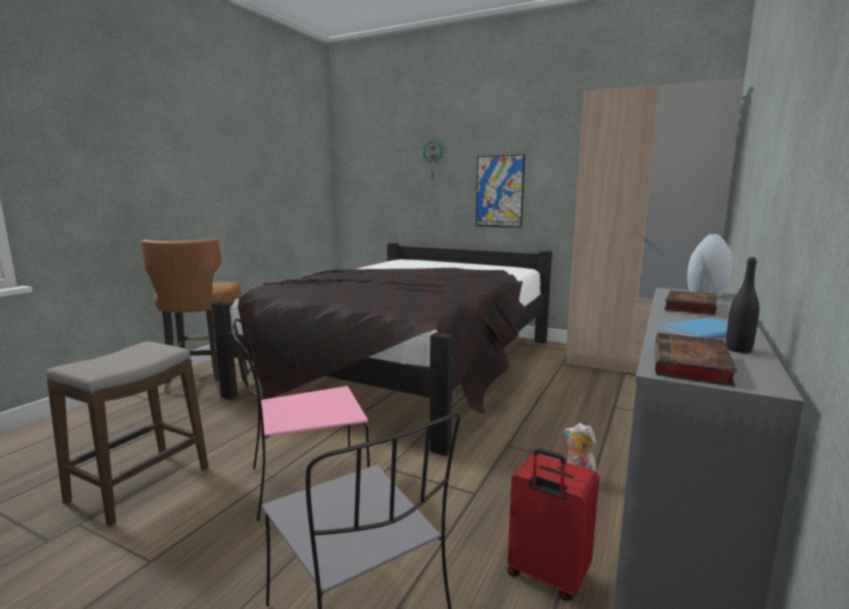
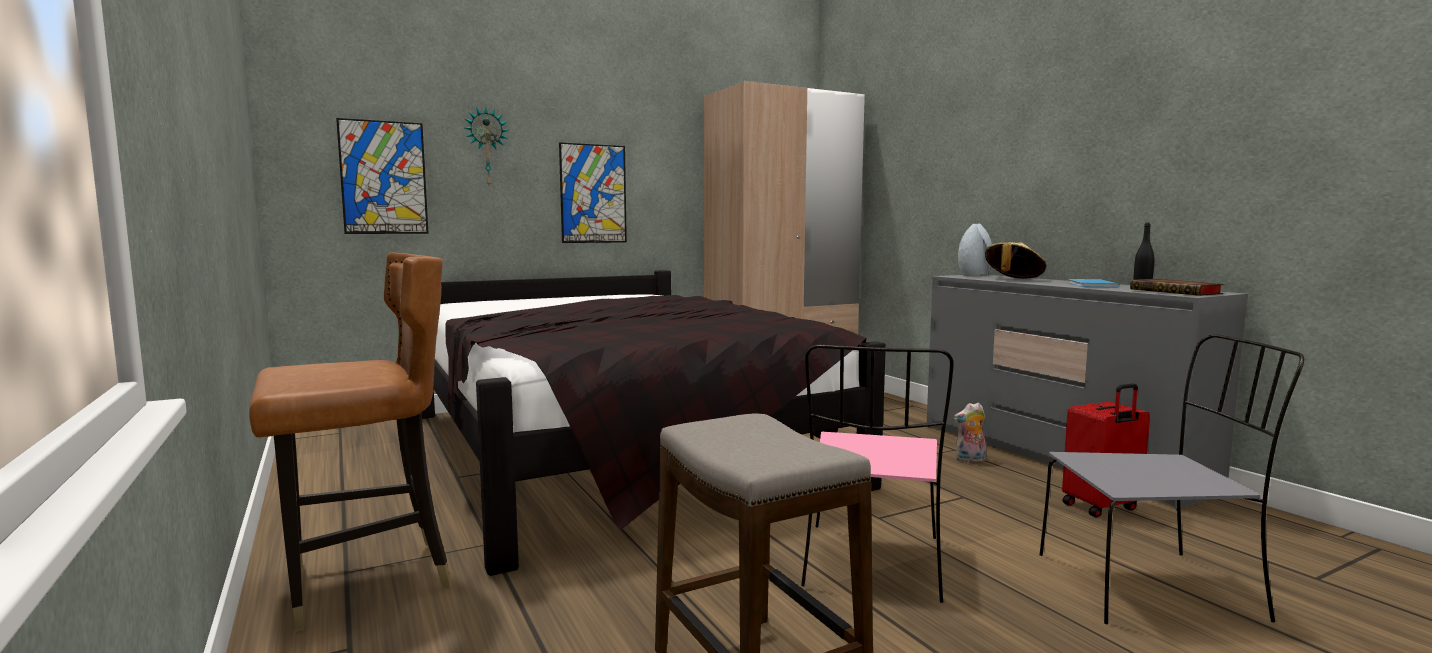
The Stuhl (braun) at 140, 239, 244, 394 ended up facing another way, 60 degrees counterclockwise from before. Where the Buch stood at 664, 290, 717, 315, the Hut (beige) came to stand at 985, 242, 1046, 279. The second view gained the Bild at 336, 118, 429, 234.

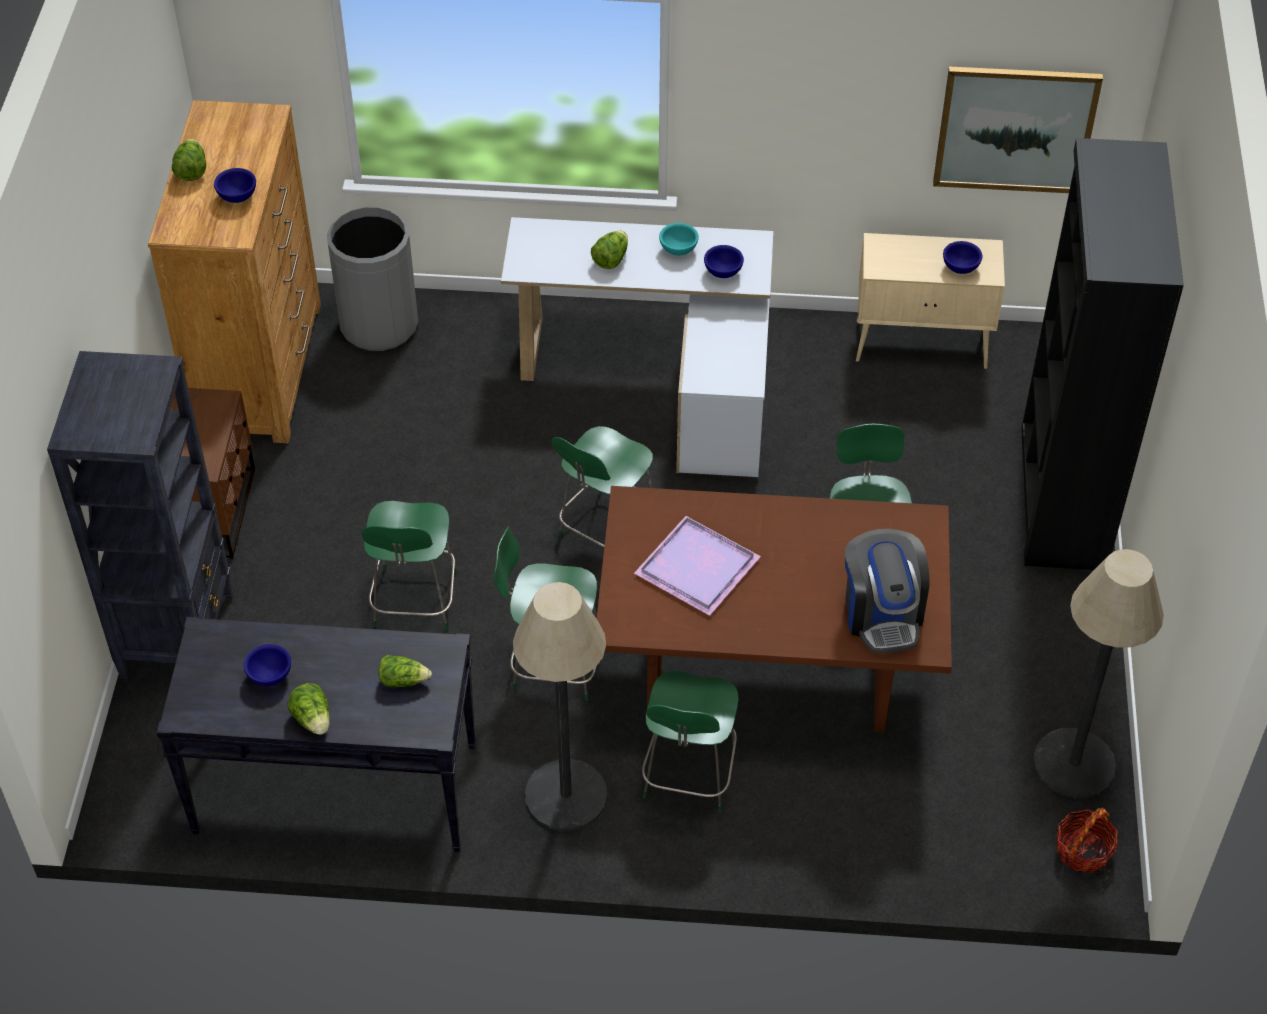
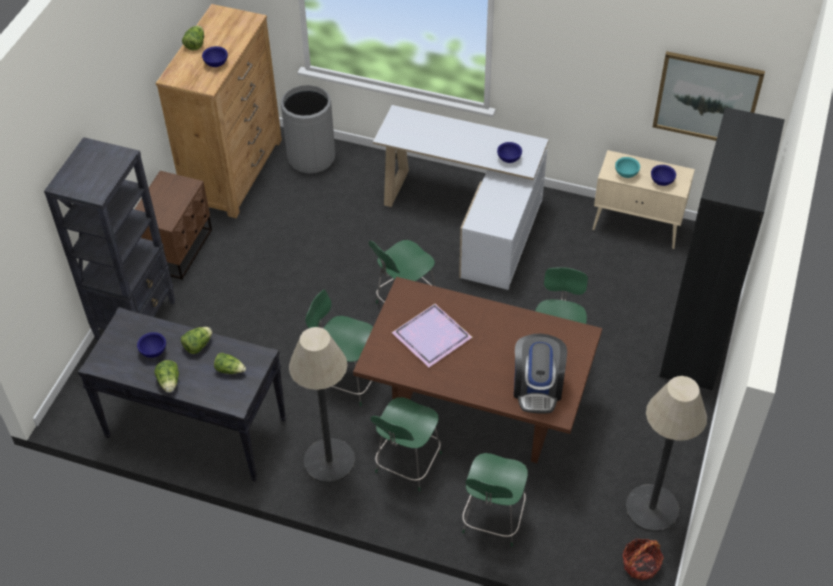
The Stuhl (grün) ended up elsewhere, having gone from 362, 501, 457, 630 to 462, 453, 528, 547. The Salatkopf ended up elsewhere, having gone from 591, 231, 628, 269 to 181, 327, 212, 354. The Schüssel (türkis) ended up elsewhere, having gone from 659, 223, 699, 256 to 615, 157, 640, 178.

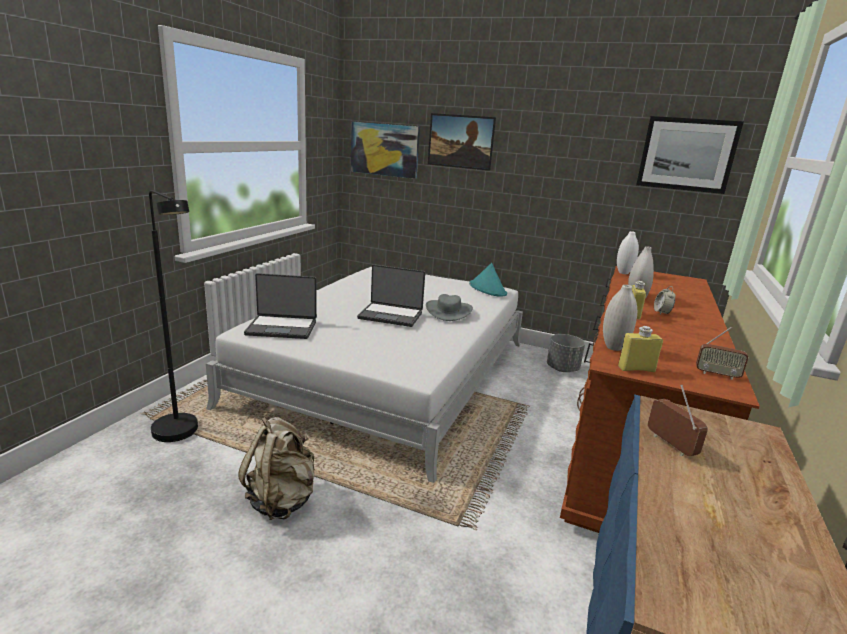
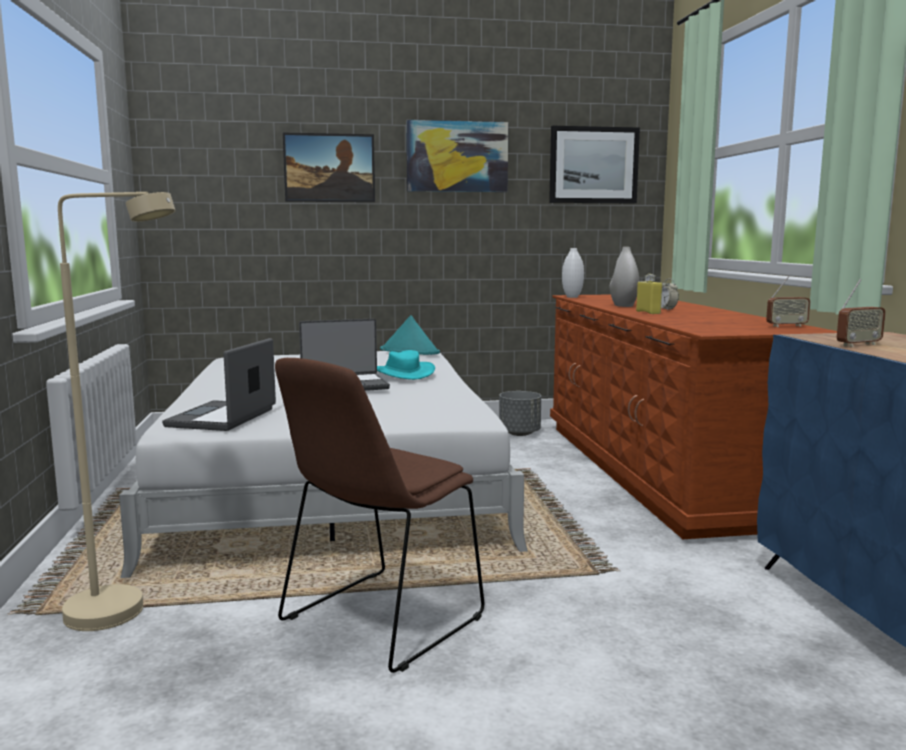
What was the Stehlampe (schwarz) at 149, 190, 198, 442 turned into the Stehlampe (beige) at 58, 192, 176, 631. Where the Rucksack (beige) stood at 238, 417, 315, 520, the Stuhl (braun) came to stand at 275, 358, 484, 673. The Laptop at 244, 273, 317, 339 ended up facing another way, 135 degrees clockwise from before. The Bild ended up elsewhere, having gone from 351, 121, 420, 179 to 406, 120, 508, 192. What was the Hut (grau) at 426, 294, 473, 321 turned into the Hut (türkis) at 377, 350, 435, 380. The second view lost the Vase (weiß) at 603, 285, 637, 351. The second view lost the Flasche (gelb) at 618, 326, 663, 372. The Radio at 648, 385, 708, 456 ended up facing another way, 120 degrees clockwise from before.

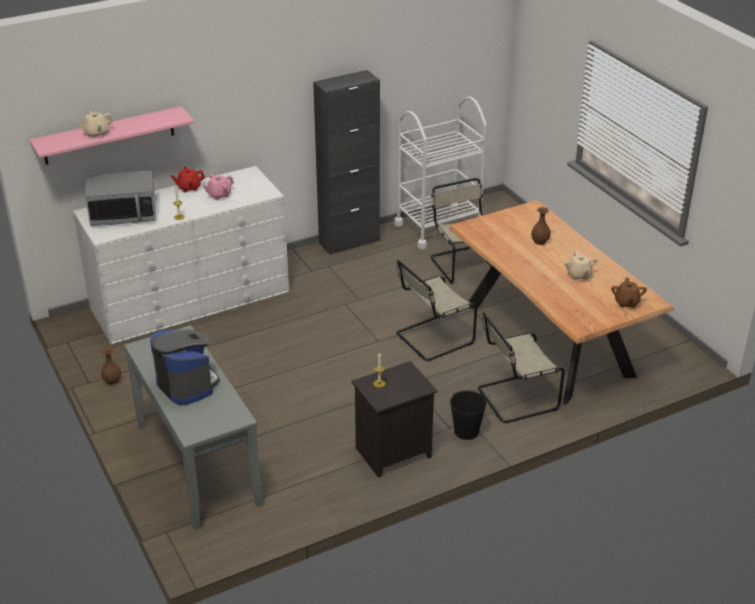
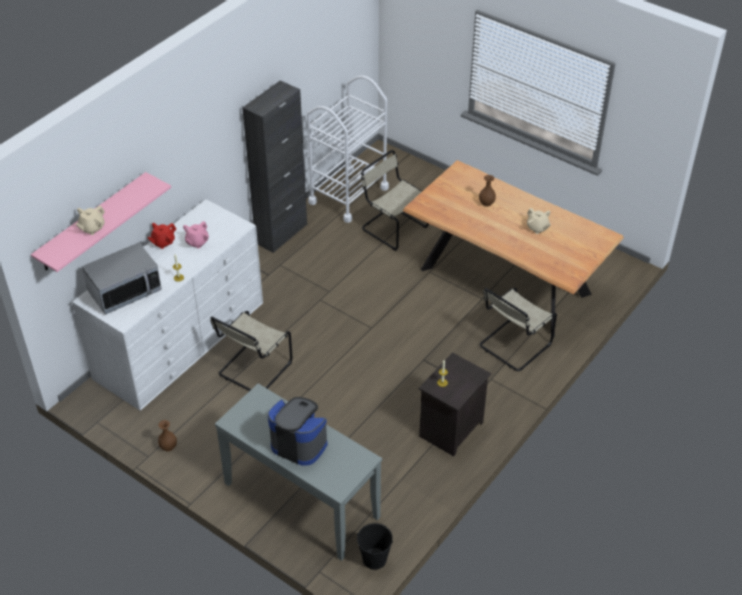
The Stuhl (beige) ended up elsewhere, having gone from 396, 260, 477, 361 to 210, 311, 292, 391. The Eimer (schwarz) ended up elsewhere, having gone from 450, 390, 487, 440 to 357, 523, 393, 570. The second view lost the Teekanne (braun) at 611, 278, 647, 308.

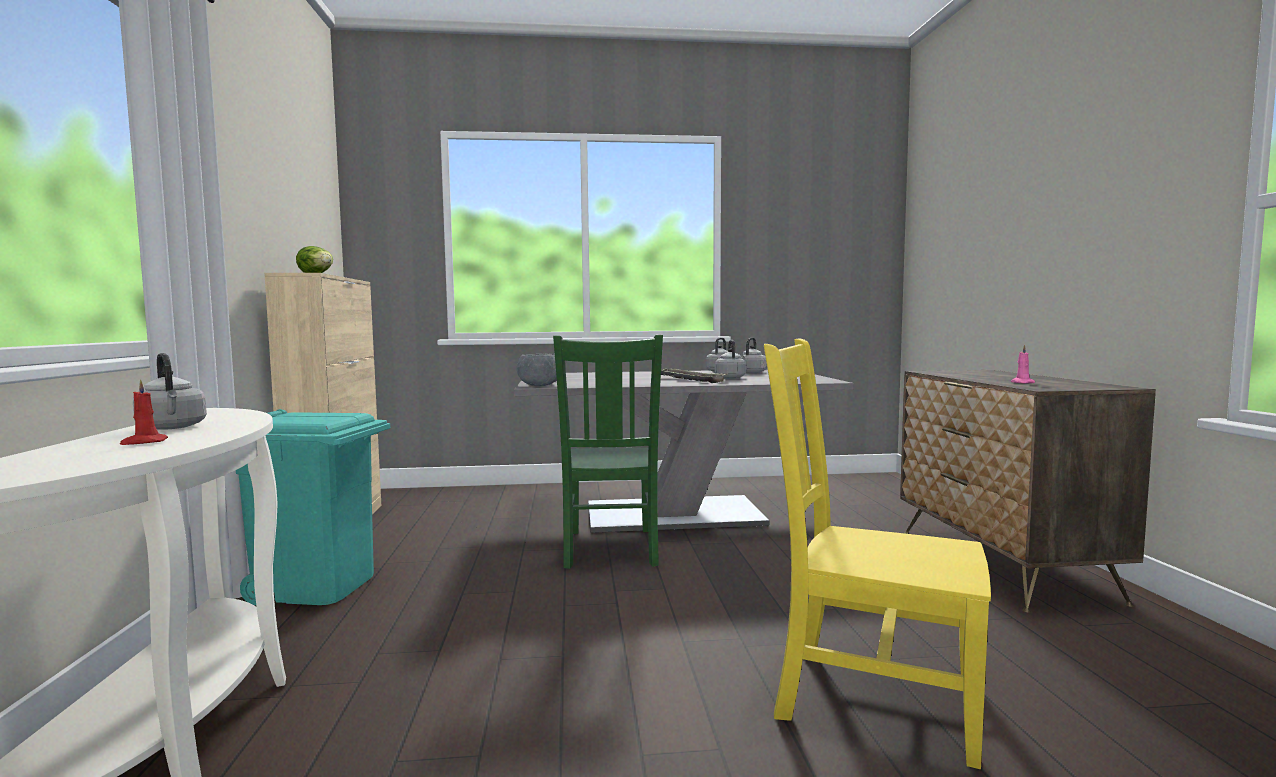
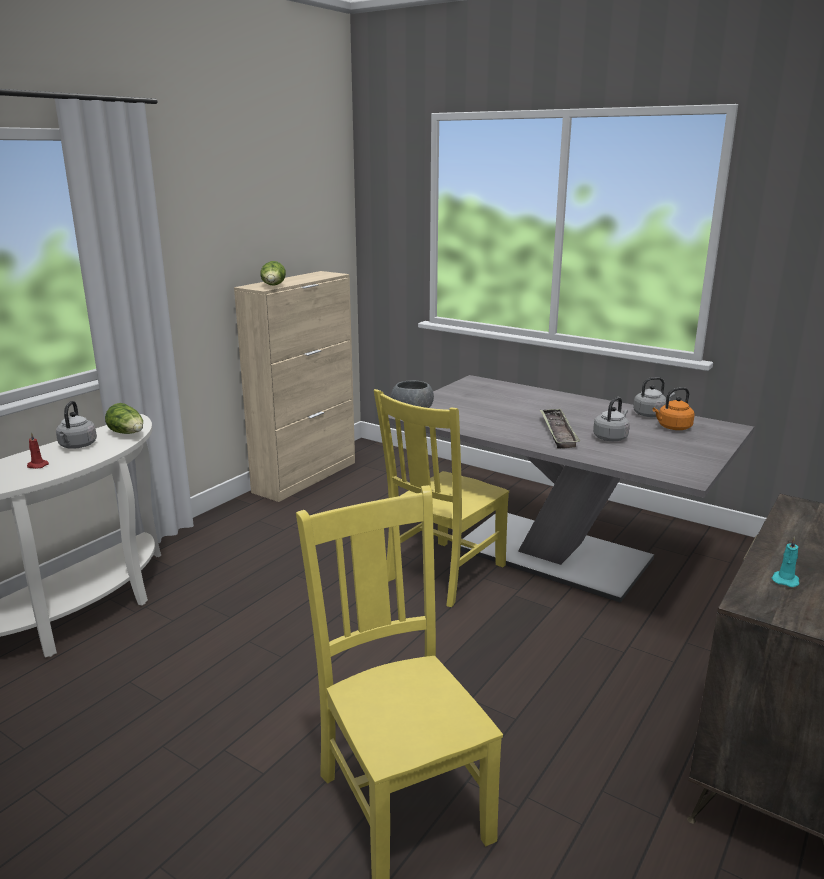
The second view lost the Mülleimer (türkis) at 236, 409, 390, 605. What was the Stuhl (grün) at 553, 335, 663, 569 turned into the Stuhl (gelb) at 374, 389, 509, 607. What was the Wasserkessel (grau) at 740, 338, 767, 373 turned into the Wasserkessel (orange) at 653, 387, 695, 430. What was the Kerze (rosa) at 1011, 344, 1035, 383 turned into the Kerze (türkis) at 772, 537, 799, 587. The second view gained the Salatkopf at 105, 403, 143, 434.

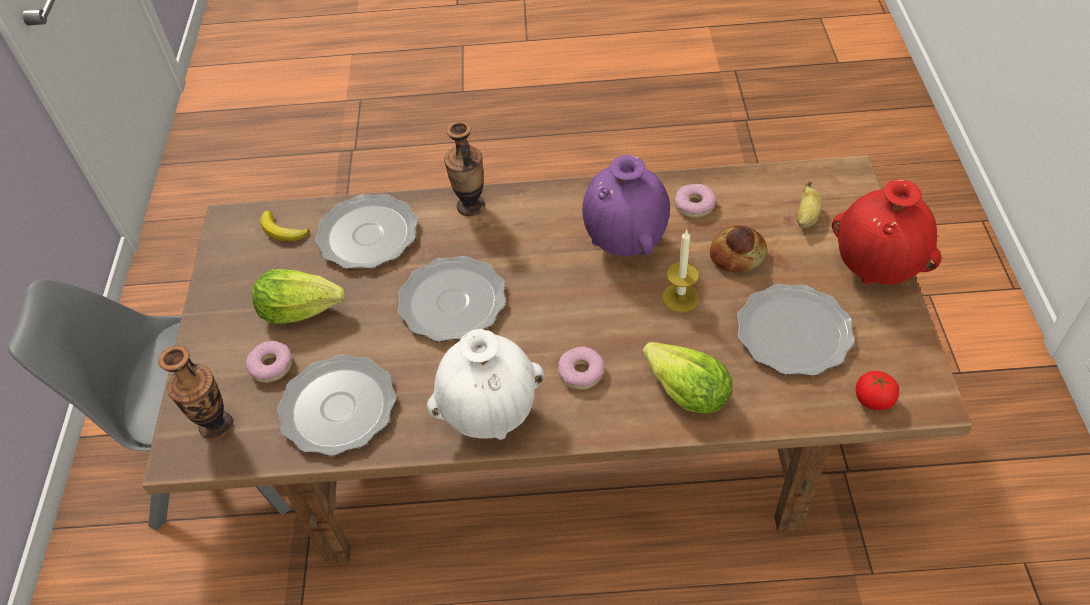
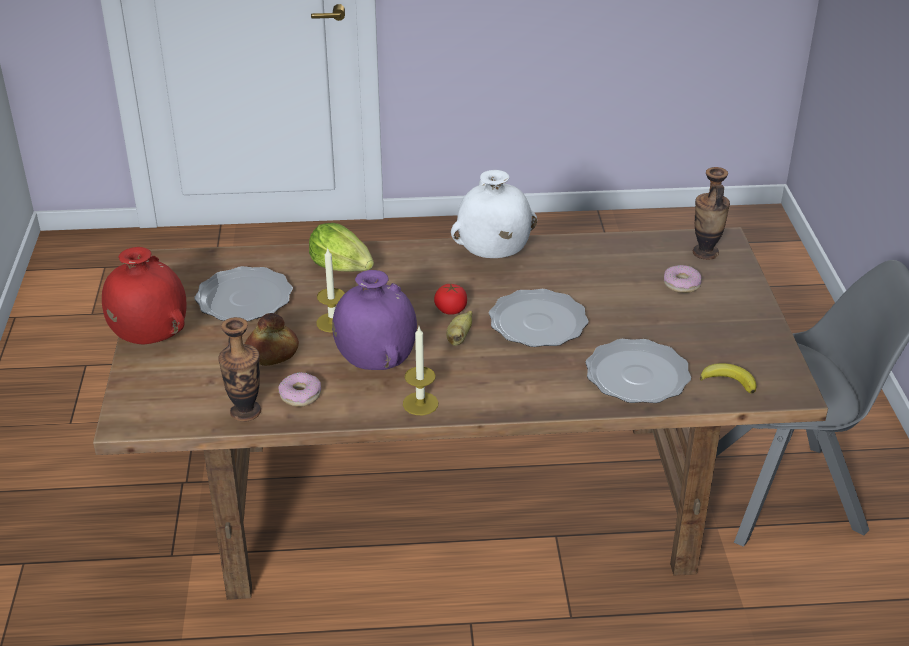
The second view lost the Salatkopf at 252, 269, 345, 324. The second view lost the Teller at 277, 354, 397, 456. The Vase ended up elsewhere, having gone from 444, 121, 485, 216 to 218, 317, 261, 422. The second view lost the Donut at 558, 347, 604, 390. The Banane ended up elsewhere, having gone from 797, 181, 822, 228 to 446, 311, 472, 346. The Tomate ended up elsewhere, having gone from 856, 371, 899, 410 to 434, 284, 467, 315. The second view gained the Kerze at 403, 327, 438, 415.

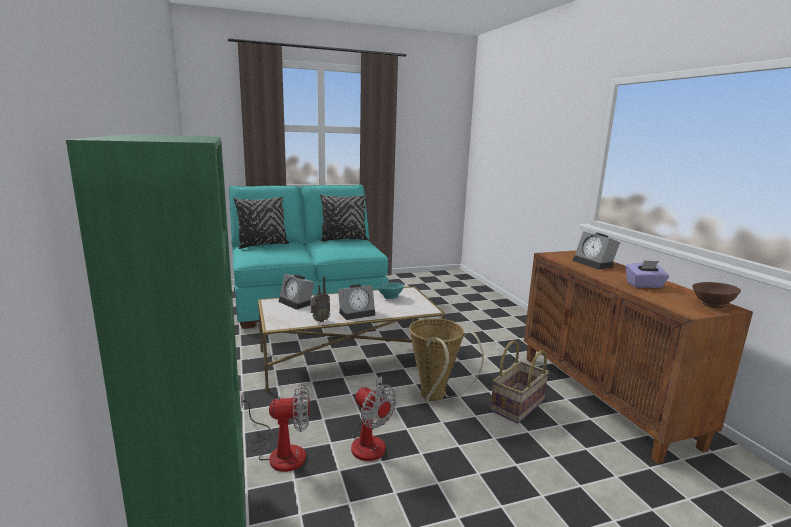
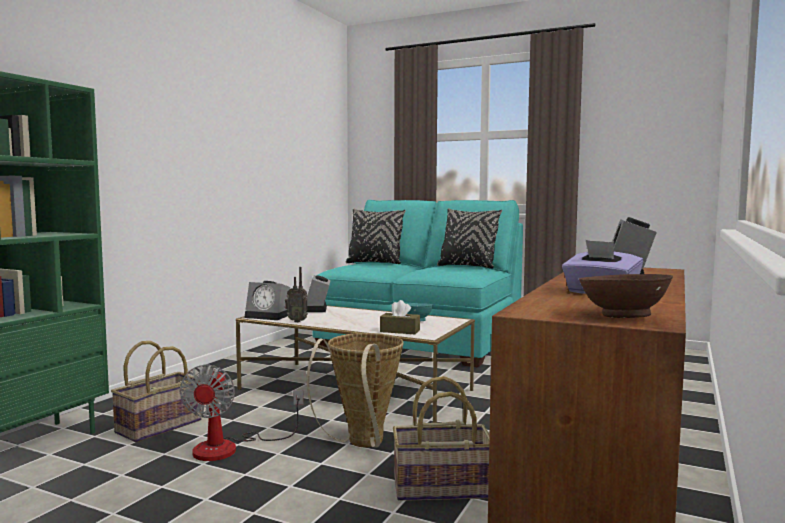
Where the Ventilator stood at 241, 384, 310, 472, the Korb came to stand at 111, 341, 202, 442. The Wecker ended up elsewhere, having gone from 338, 284, 375, 320 to 244, 281, 290, 320. The second view gained the Taschentuchbox (braun) at 380, 300, 420, 334.

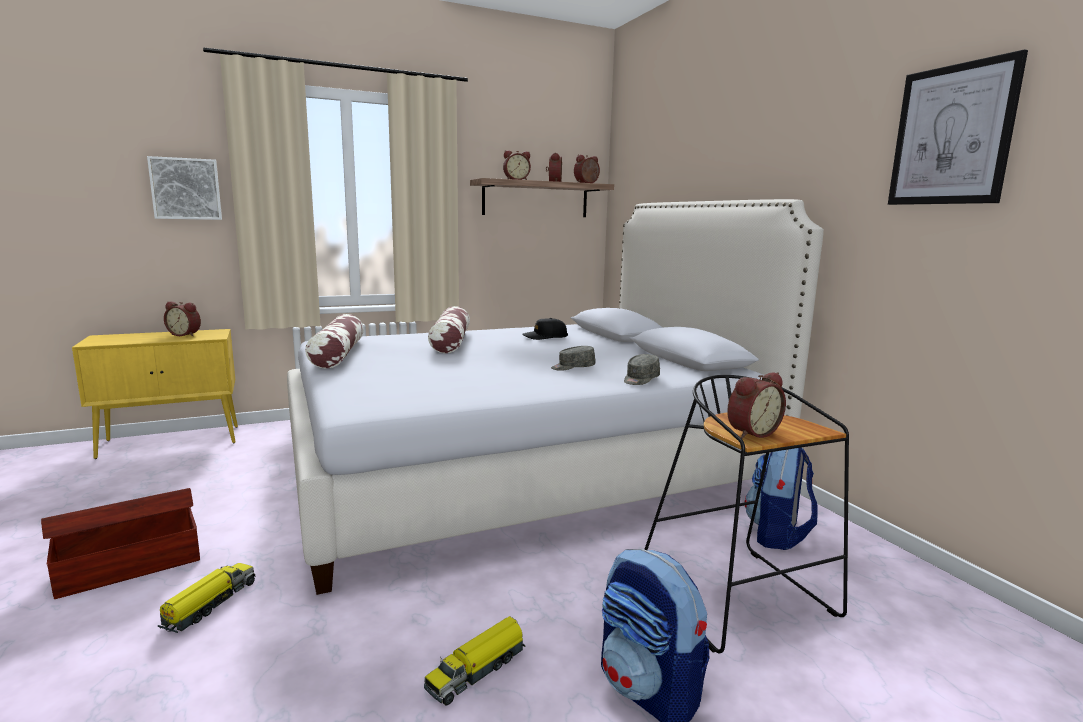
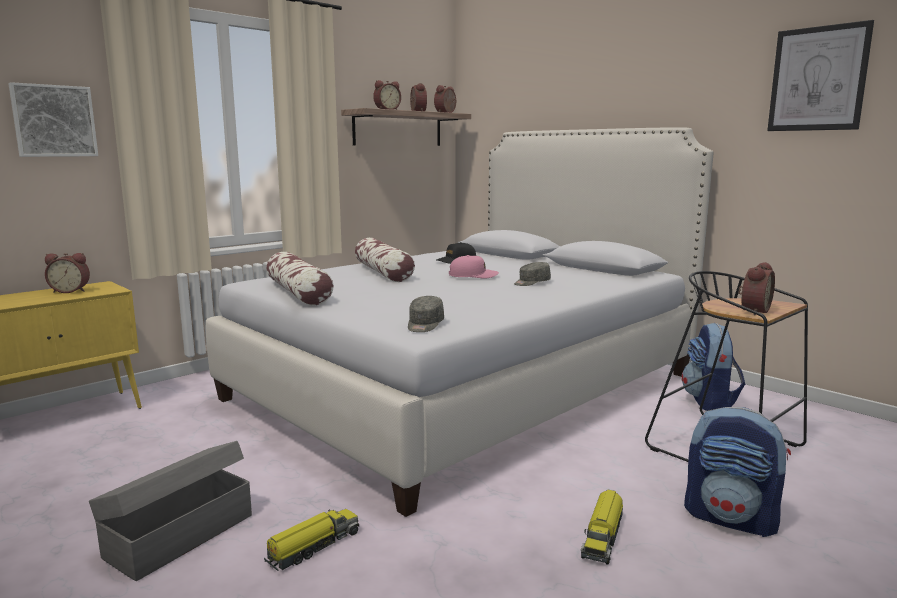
What was the Aufbewahrungsbox (braun) at 41, 488, 200, 599 turned into the Aufbewahrungsbox (grau) at 89, 441, 252, 581. The Spielzeuglaster at 158, 563, 255, 633 ended up facing another way, 45 degrees clockwise from before. The Kappe (grau) ended up elsewhere, having gone from 624, 354, 660, 385 to 408, 296, 444, 332. The second view gained the Kappe (rosa) at 449, 255, 499, 278.

